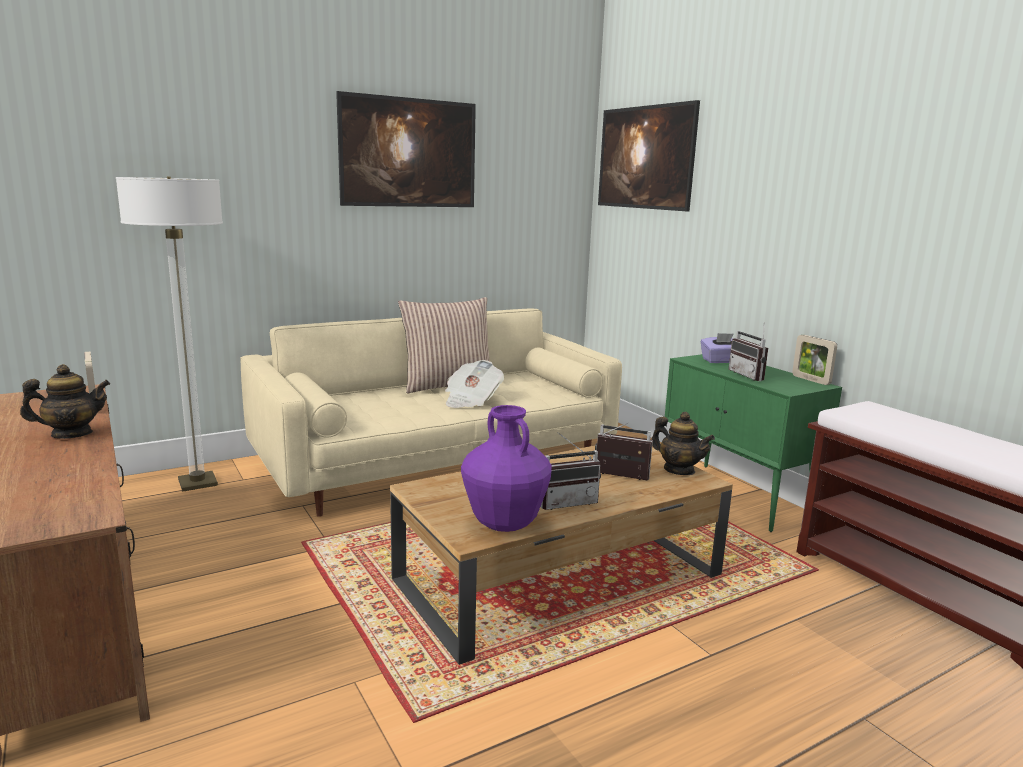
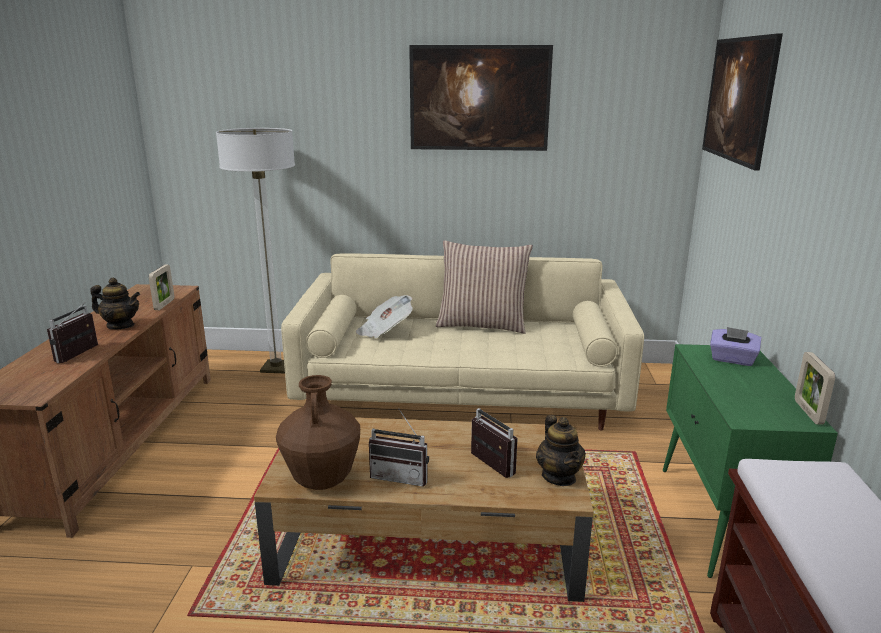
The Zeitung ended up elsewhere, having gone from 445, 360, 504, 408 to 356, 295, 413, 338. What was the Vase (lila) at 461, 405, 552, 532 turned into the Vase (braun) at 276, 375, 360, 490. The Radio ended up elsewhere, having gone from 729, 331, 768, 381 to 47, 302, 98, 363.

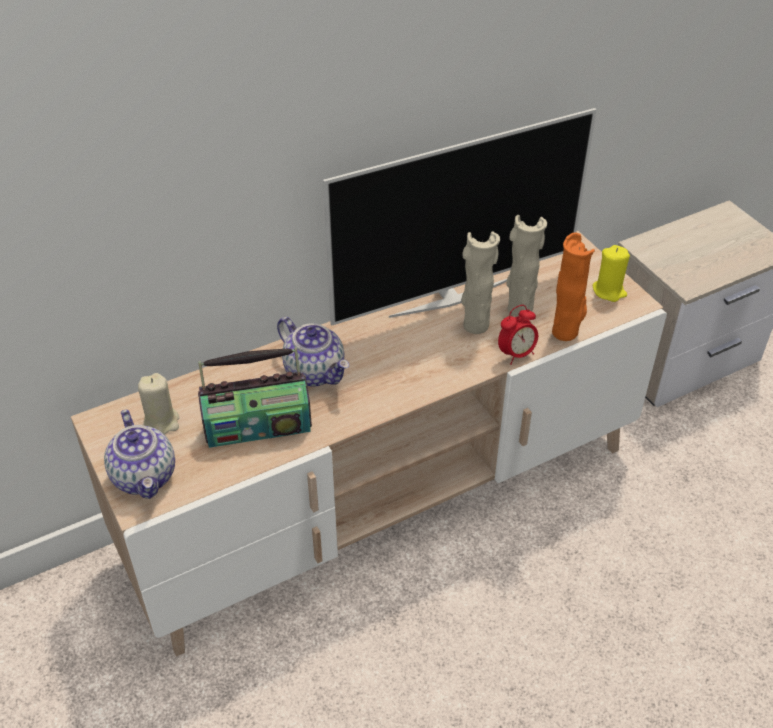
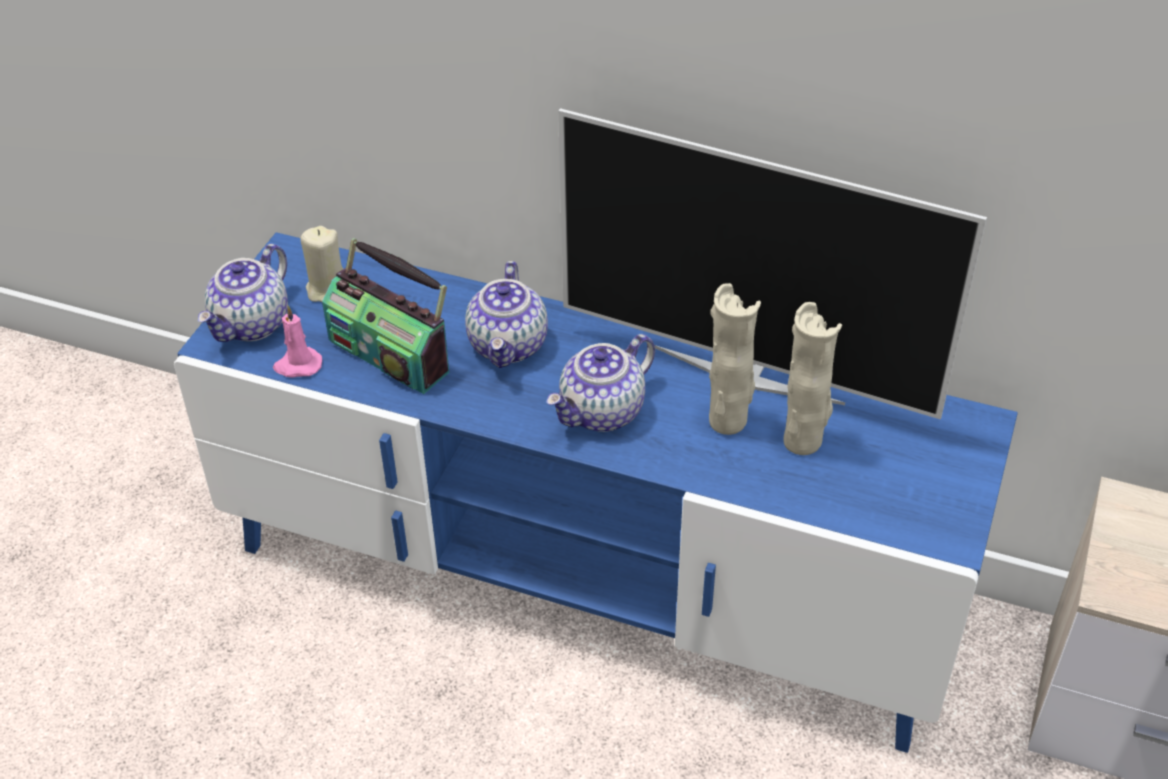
What was the Fernsehschrank (beige) at 71, 231, 667, 657 turned into the Fernsehschrank (blau) at 174, 232, 1018, 753. The second view lost the Wecker at 498, 305, 538, 365. The second view lost the Vase (orange) at 552, 232, 595, 341. The second view lost the Kerze (gelb) at 593, 245, 630, 302. The second view gained the Kerze (rosa) at 273, 306, 322, 378. The second view gained the Teekanne at 546, 334, 655, 432.

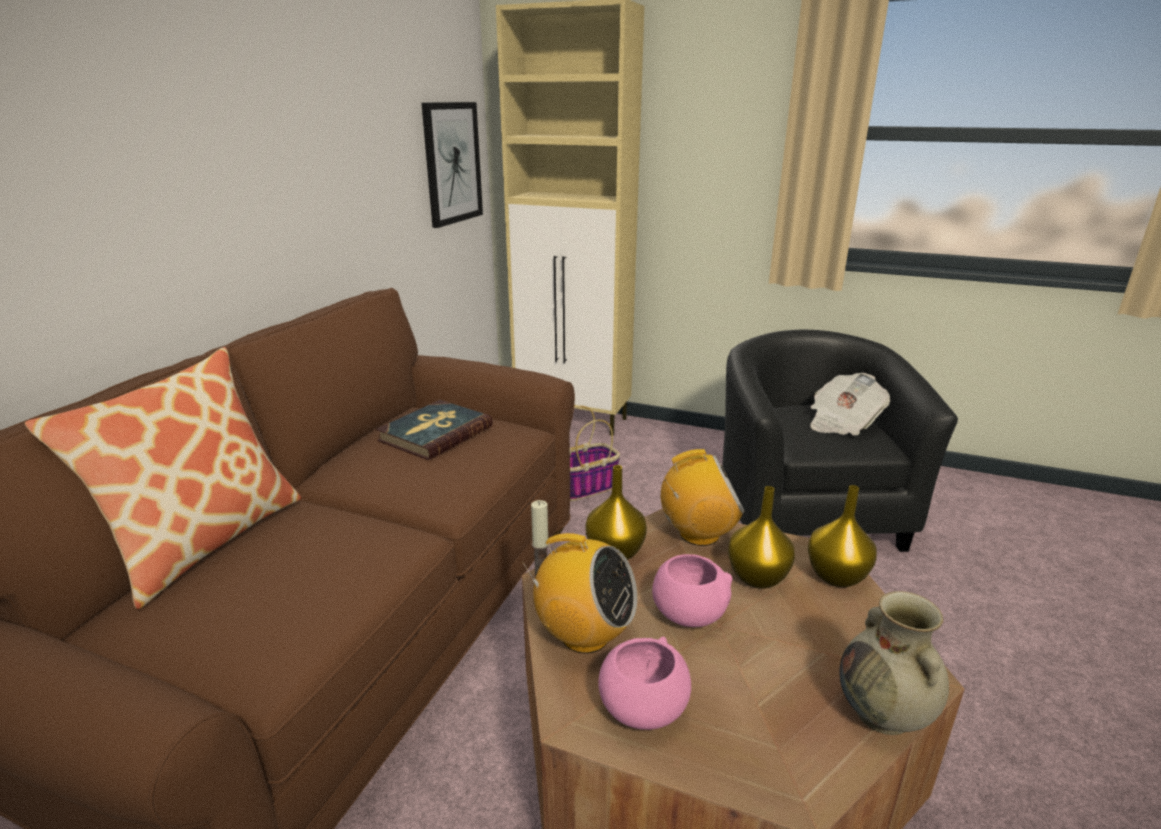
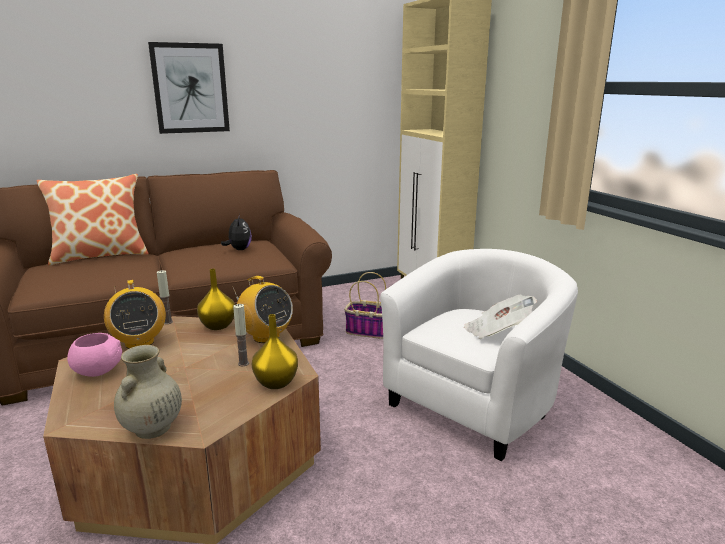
Where the Buch stood at 376, 400, 492, 460, the Plüschtier came to stand at 221, 214, 252, 250. The Bild ended up elsewhere, having gone from 421, 102, 483, 228 to 148, 42, 230, 134. The second view lost the Schüssel (rosa) at 652, 554, 732, 627. What was the Sessel (schwarz) at 722, 330, 958, 552 turned into the Sessel (weiß) at 380, 249, 578, 461. Where the Vase (gelb) stood at 728, 486, 795, 589, the Kerze came to stand at 233, 304, 249, 366.

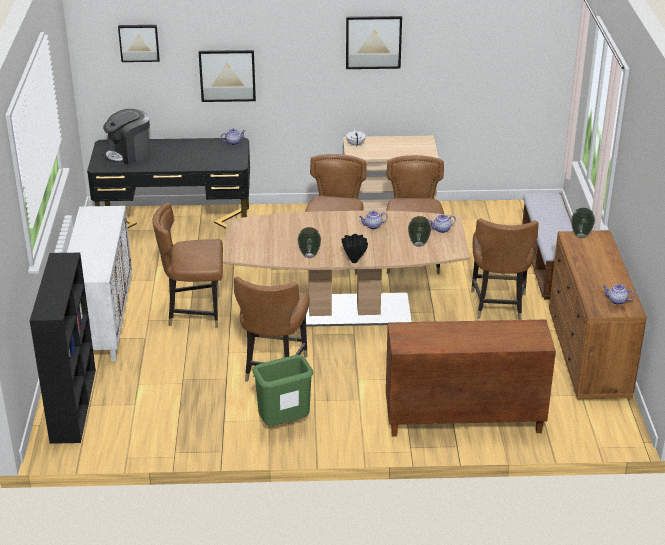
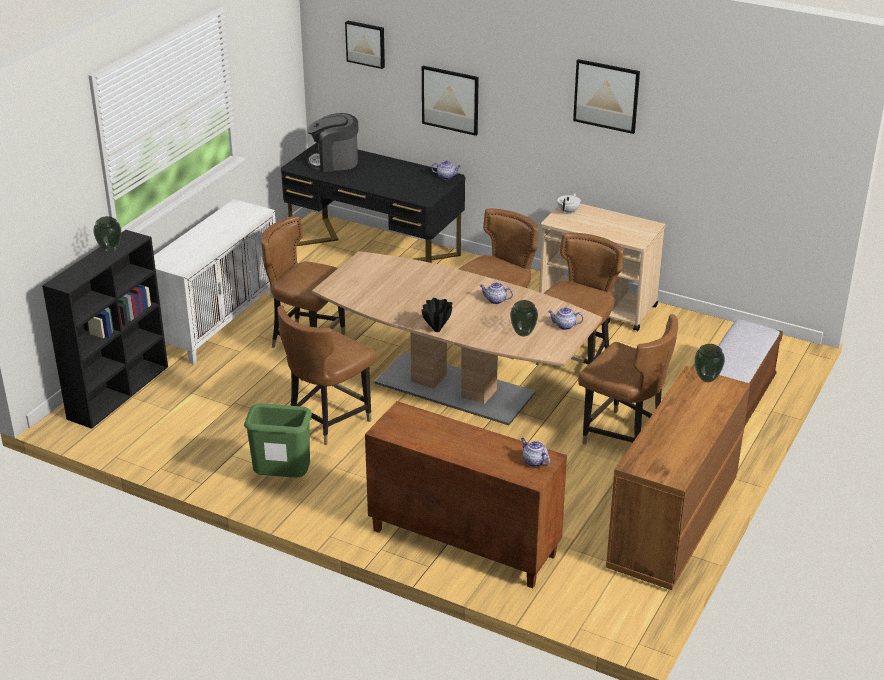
The Vase ended up elsewhere, having gone from 298, 227, 321, 258 to 93, 216, 121, 253. The Stuhl (braun) at 471, 218, 539, 320 ended up facing another way, 90 degrees counterclockwise from before. The Teekanne ended up elsewhere, having gone from 603, 284, 635, 305 to 521, 438, 550, 467.

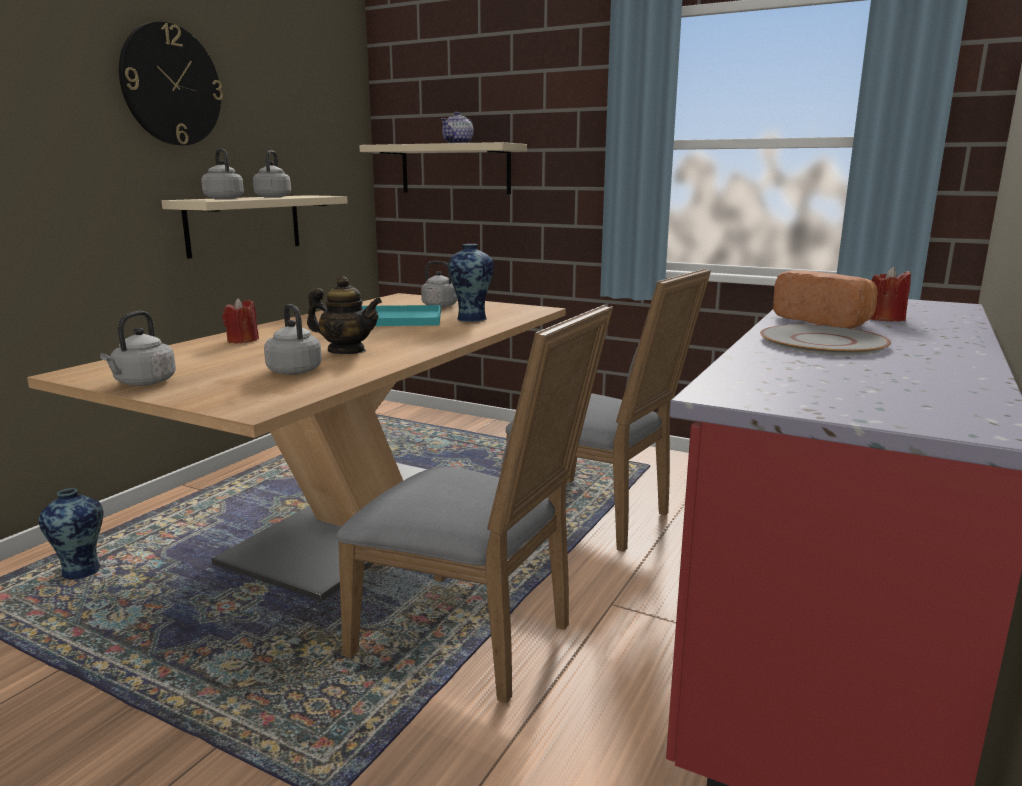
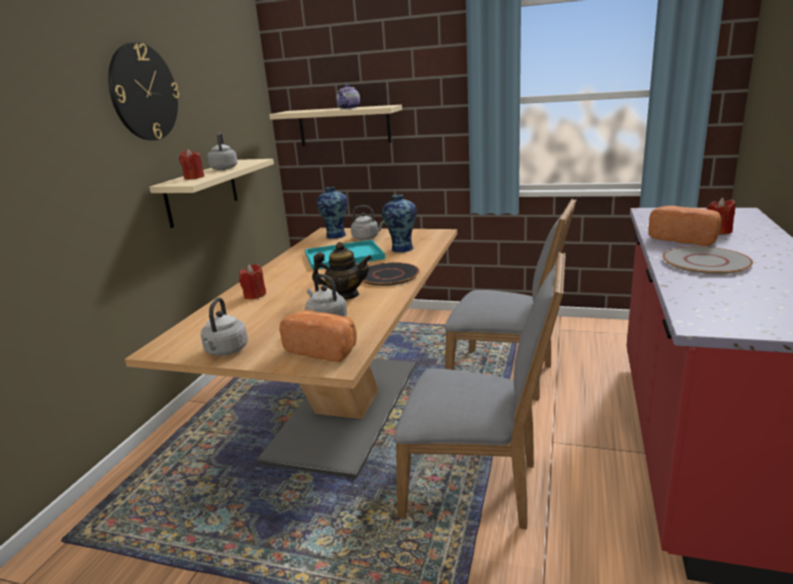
The Vase ended up elsewhere, having gone from 39, 488, 104, 580 to 316, 187, 348, 239. Where the Wasserkessel (grau) stood at 201, 149, 244, 199, the Kerze (rot) came to stand at 179, 149, 204, 180. The second view gained the Brot at 279, 310, 357, 362. The second view gained the Teller (schwarz) at 363, 262, 420, 286.

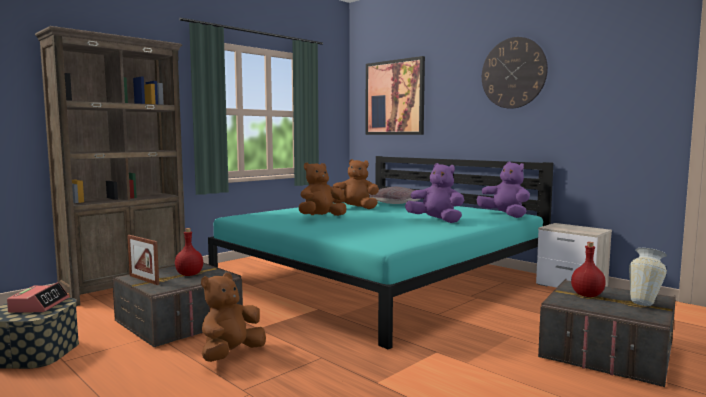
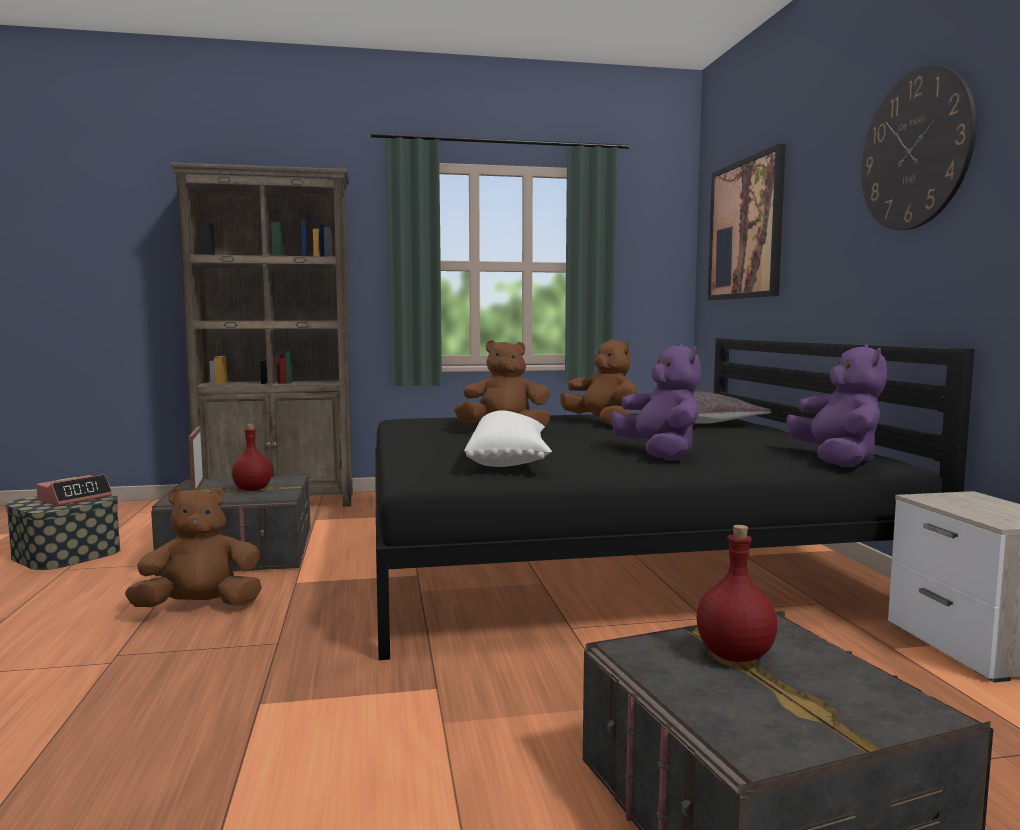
What was the Bett (türkis) at 208, 156, 553, 349 turned into the Bett (schwarz) at 375, 338, 975, 660. The second view lost the Vase at 629, 248, 667, 306. The second view gained the Kissen (weiß) at 464, 410, 552, 467.

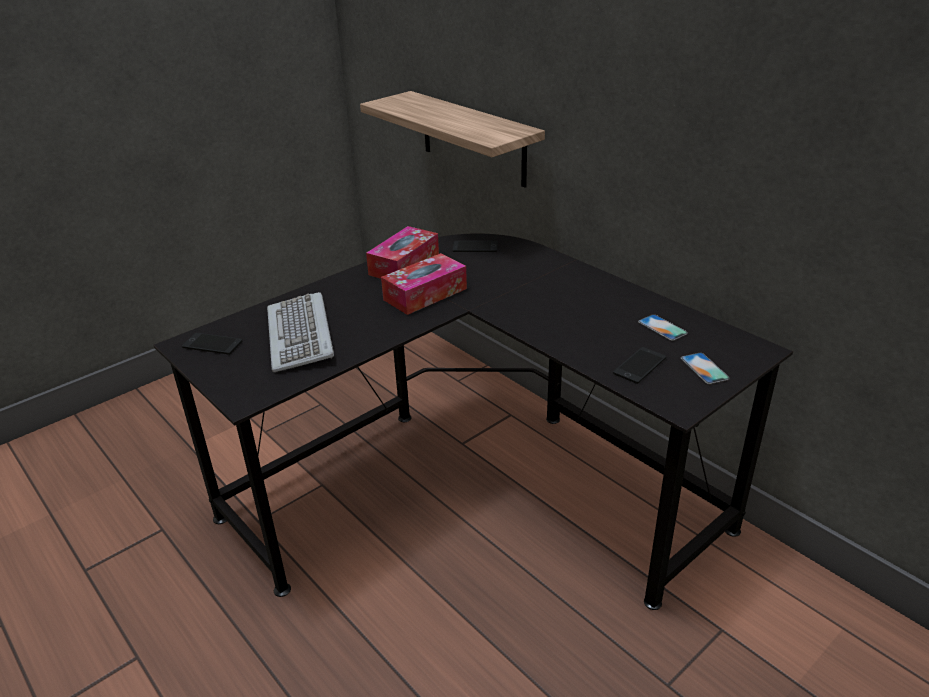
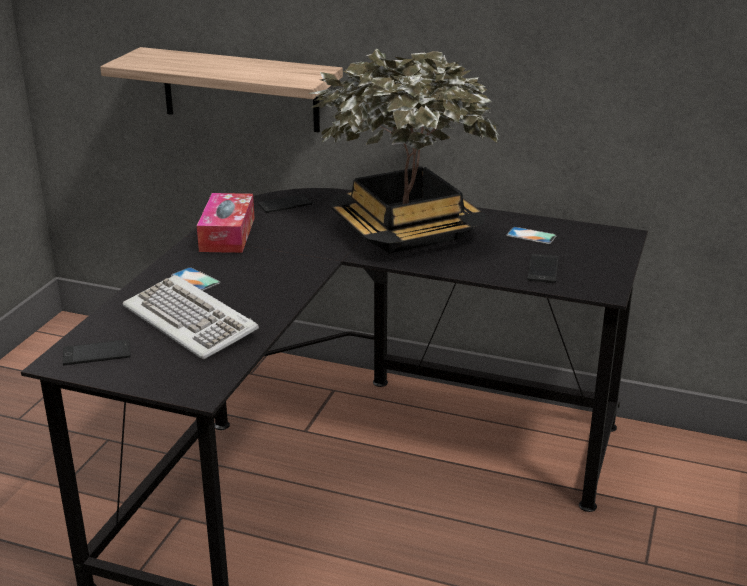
The second view lost the Taschentuchbox at 381, 253, 467, 315. The Handy ended up elsewhere, having gone from 681, 353, 730, 384 to 171, 267, 220, 291. The second view gained the Topfpflanze at 308, 49, 498, 254.

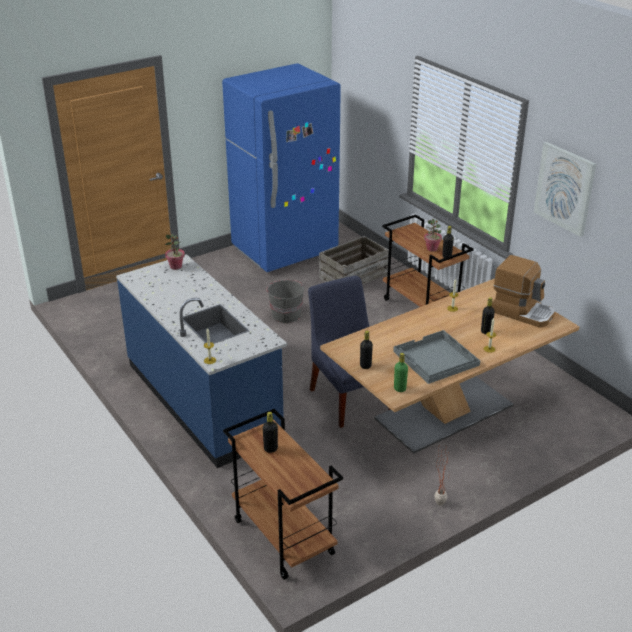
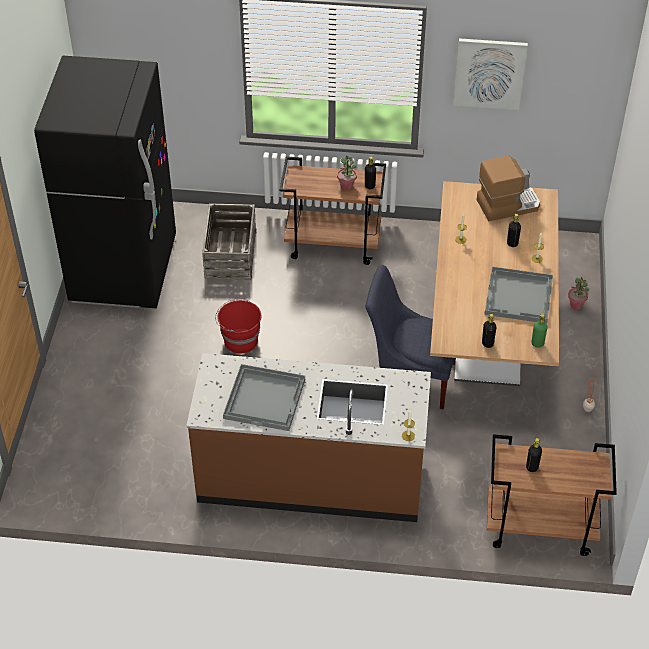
What was the Küchenzeile (blau) at 116, 254, 287, 468 turned into the Küchenzeile (braun) at 186, 353, 431, 522. The Topfpflanze ended up elsewhere, having gone from 165, 234, 185, 270 to 568, 277, 590, 309. What was the Kühlschrank (blau) at 222, 63, 341, 272 turned into the Kühlschrank (schwarz) at 34, 56, 176, 308. What was the Eimer (grau) at 266, 280, 304, 324 turned into the Eimer (rot) at 215, 299, 261, 353. The second view gained the Tablett (grau) at 223, 364, 305, 431.

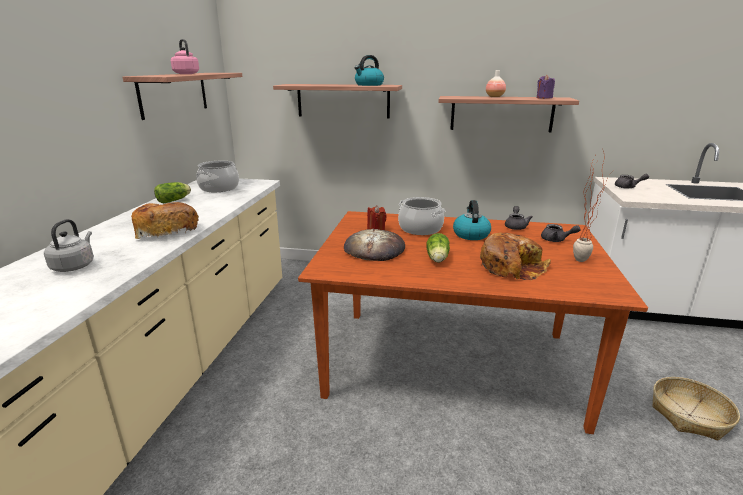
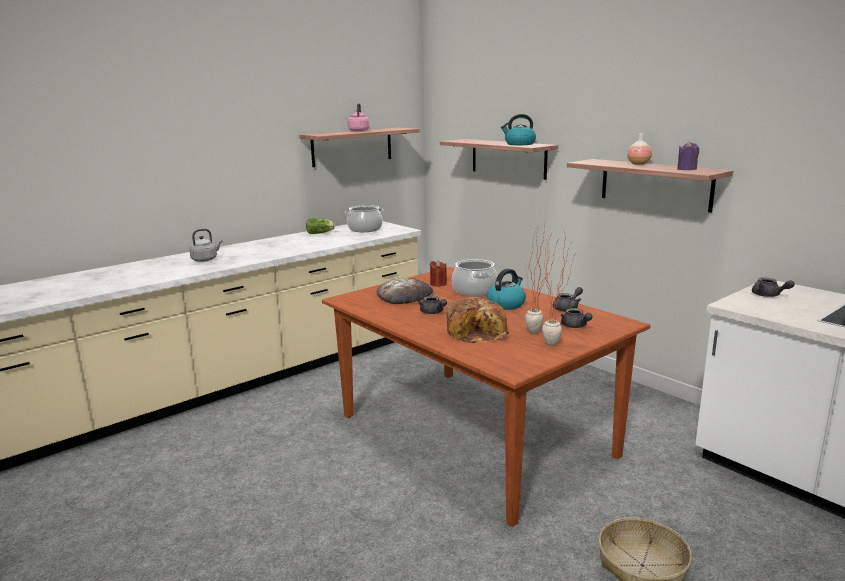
The second view lost the Brot at 131, 202, 199, 239. Where the Salatkopf stood at 426, 233, 450, 263, the Teekanne (grau) came to stand at 419, 296, 447, 314. The second view gained the Topfpflanze at 525, 225, 556, 334.

